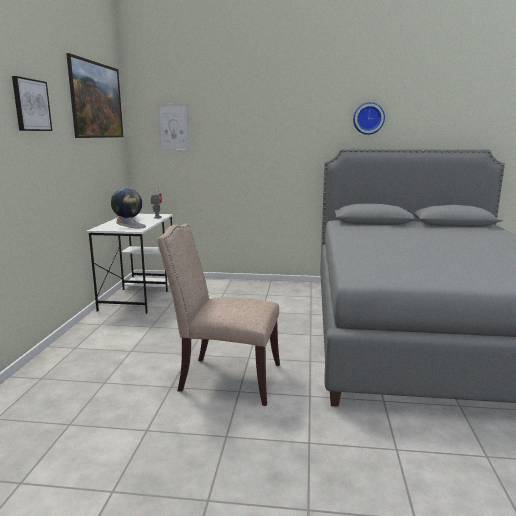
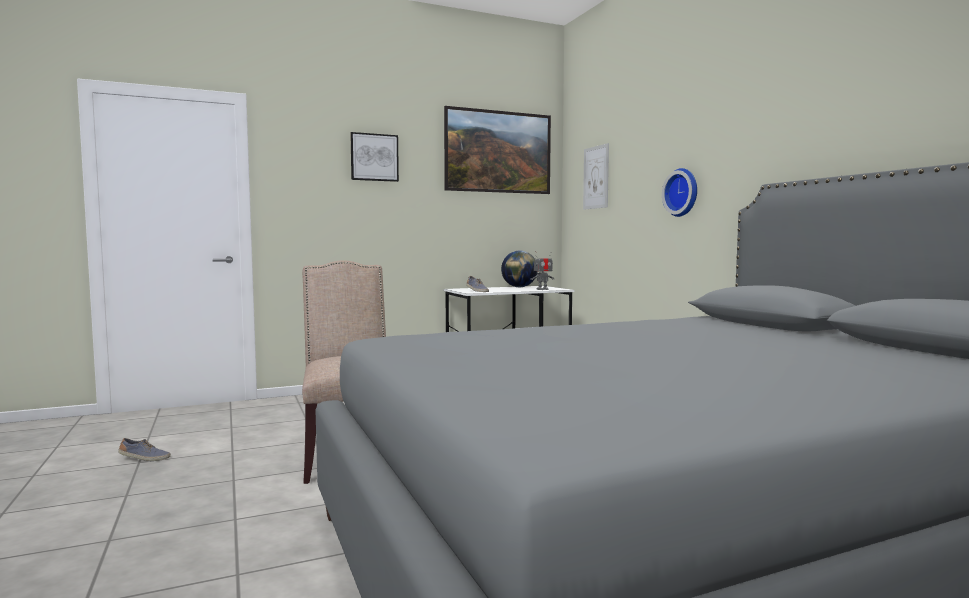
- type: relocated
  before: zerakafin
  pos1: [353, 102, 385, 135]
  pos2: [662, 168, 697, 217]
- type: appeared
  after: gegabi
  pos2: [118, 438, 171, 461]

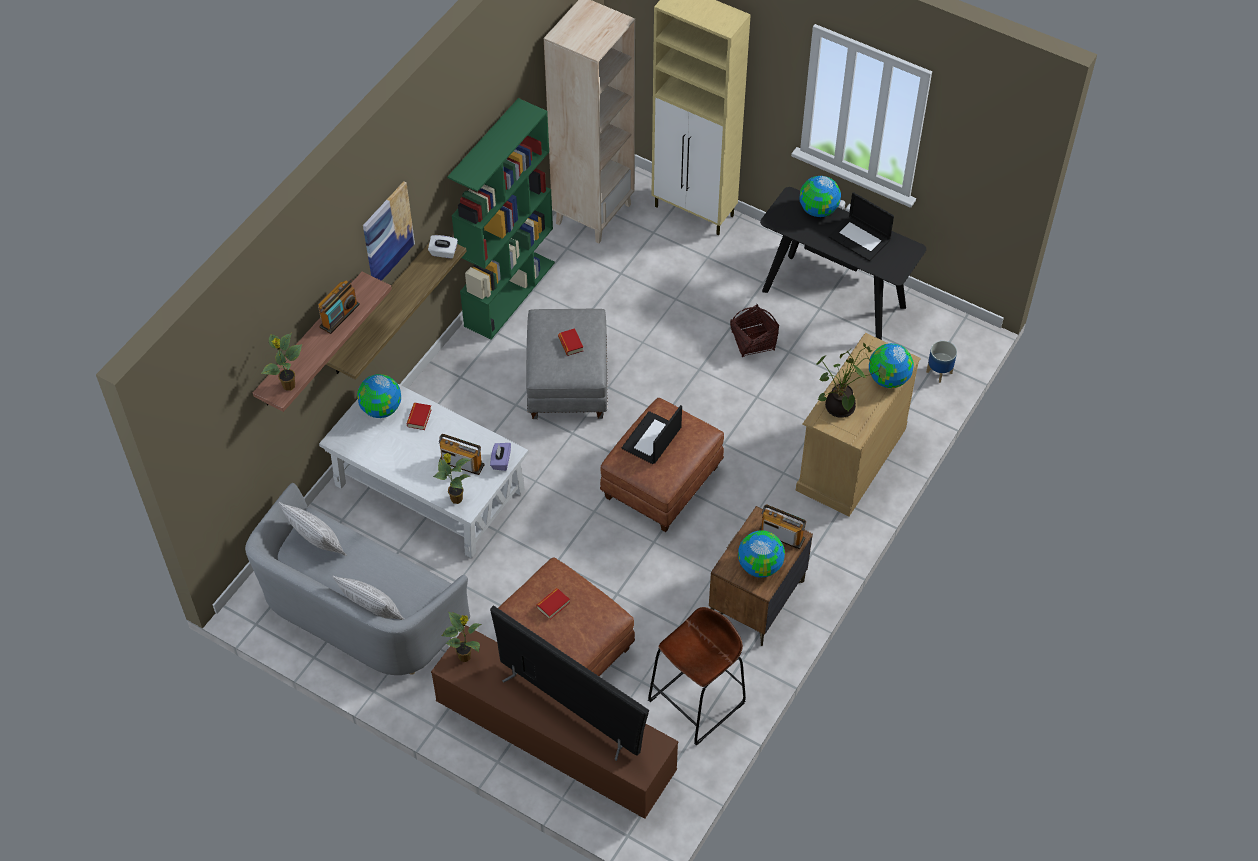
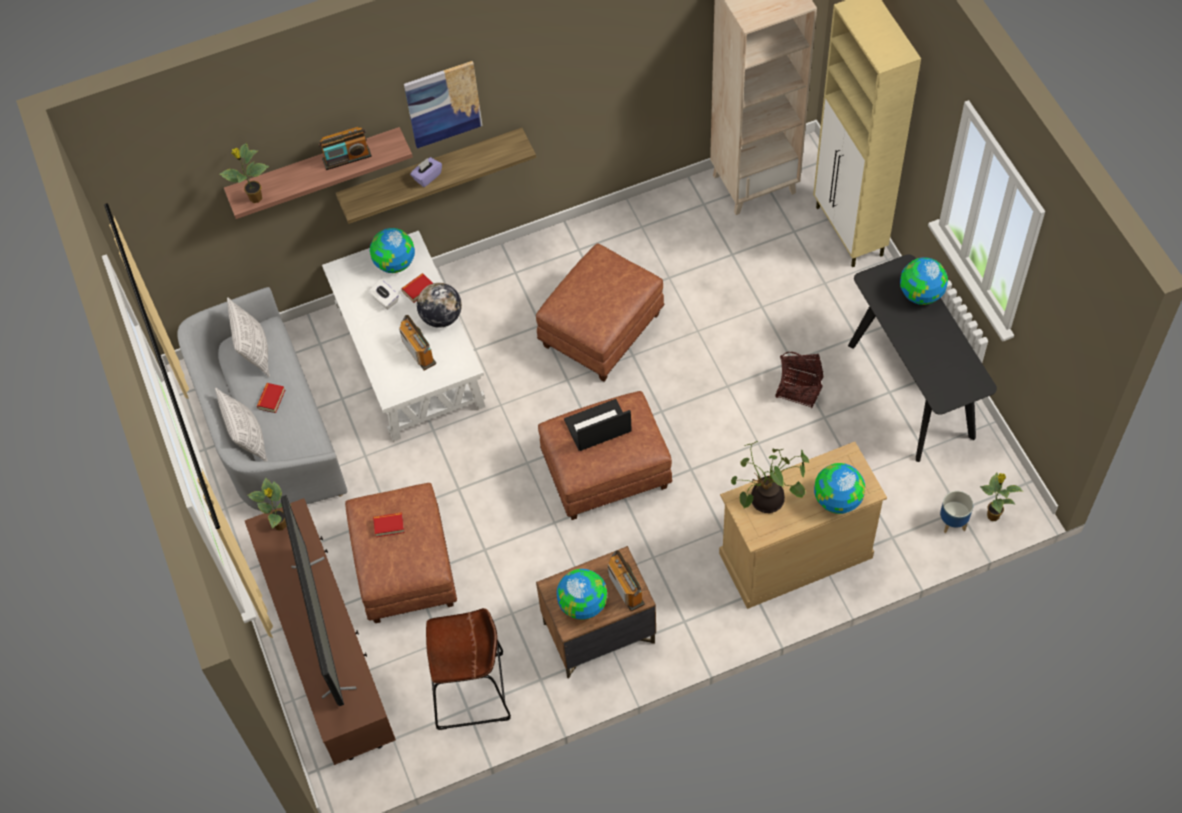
- type: missing
  before: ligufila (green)
  pos1: [447, 98, 555, 340]
- type: missing
  before: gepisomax
  pos1: [829, 192, 894, 261]
- type: relocated
  before: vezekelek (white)
  pos1: [428, 235, 458, 258]
  pos2: [369, 279, 399, 310]
- type: colour
  before: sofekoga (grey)
  after: sofekoga (brown)
  pos1: [526, 309, 607, 419]
  pos2: [536, 244, 664, 381]
- type: relocated
  before: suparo
  pos1: [558, 328, 583, 356]
  pos2: [257, 383, 285, 413]
- type: relocated
  before: vezekelek (purple)
  pos1: [490, 443, 511, 471]
  pos2: [410, 157, 442, 187]
- type: relocated
  before: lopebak
  pos1: [433, 453, 470, 504]
  pos2: [980, 473, 1024, 521]
- type: appeared
  after: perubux
  pos2: [417, 283, 462, 328]

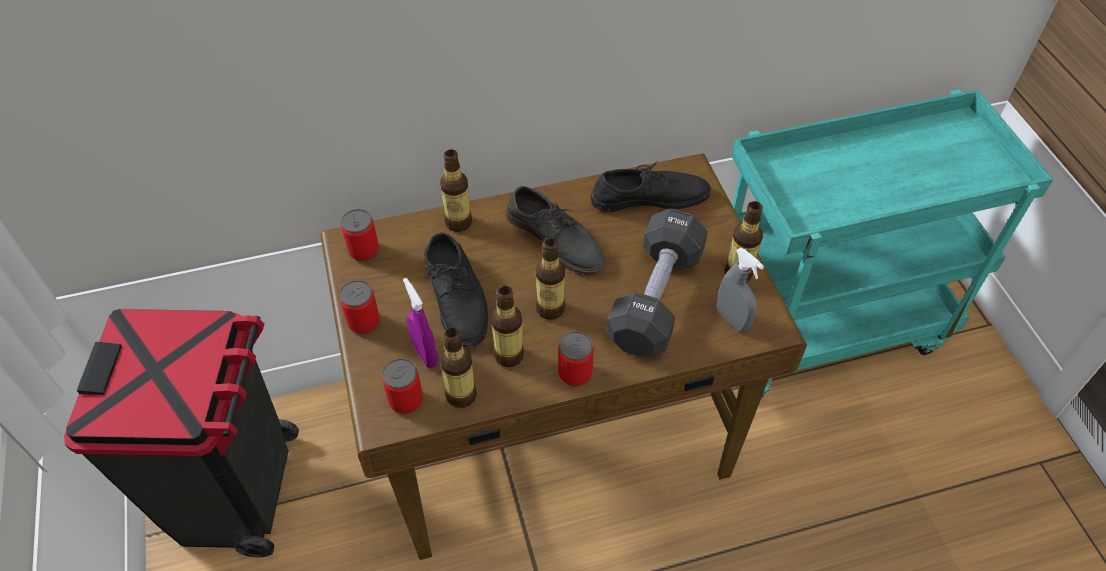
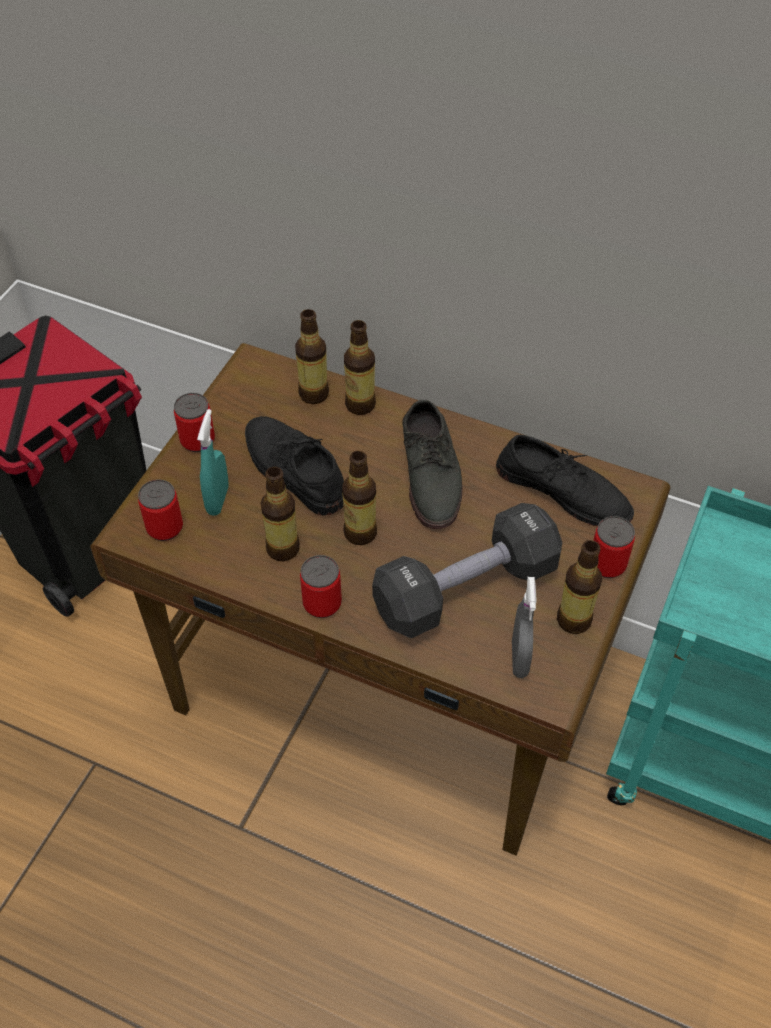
- type: relocated
  before: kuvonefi
  pos1: [341, 209, 379, 261]
  pos2: [593, 516, 635, 578]
- type: spun
  before: gegabi (black)
  pos1: [424, 233, 488, 348]
  pos2: [245, 416, 344, 516]
  turn: 120
- type: colour
  before: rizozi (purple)
  after: rizozi (turquoise)
  pos1: [403, 278, 438, 368]
  pos2: [197, 409, 229, 516]
- type: relocated
  before: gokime
  pos1: [440, 327, 477, 408]
  pos2: [295, 309, 329, 404]

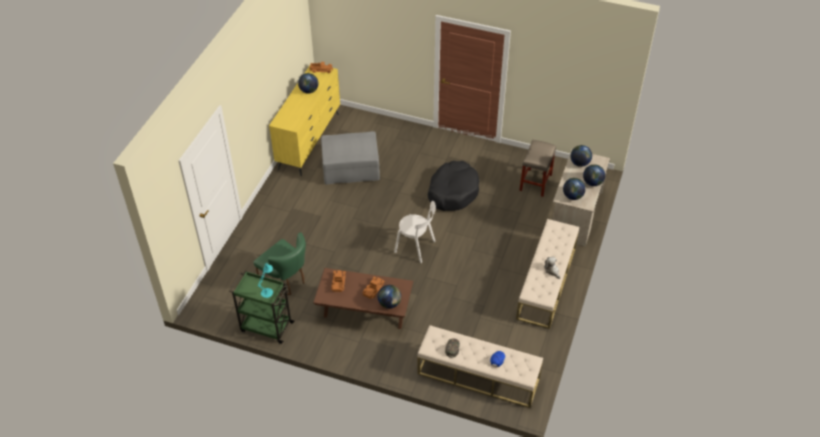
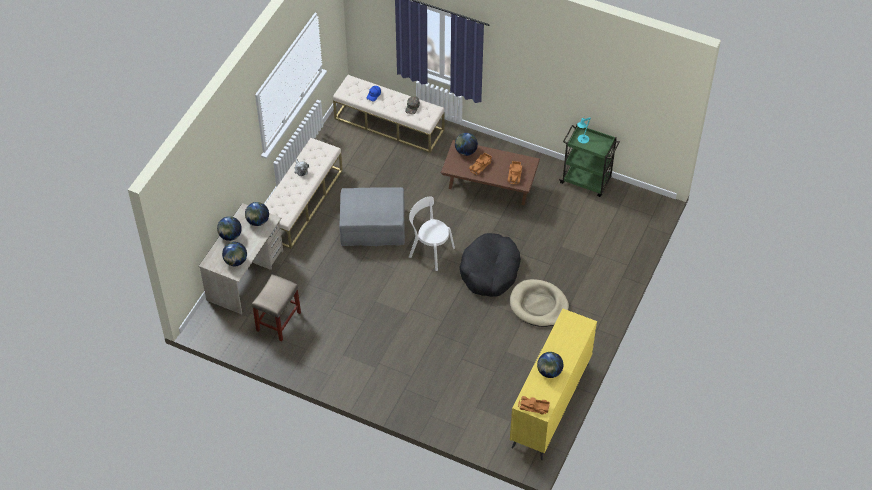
- type: relocated
  before: sofekoga (grey)
  pos1: [321, 131, 380, 185]
  pos2: [339, 187, 405, 246]
- type: relocated
  before: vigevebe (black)
  pos1: [428, 161, 480, 211]
  pos2: [460, 233, 521, 297]
- type: missing
  before: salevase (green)
  pos1: [254, 233, 306, 295]
- type: appeared
  after: vigevebe (beige)
  pos2: [510, 279, 569, 327]

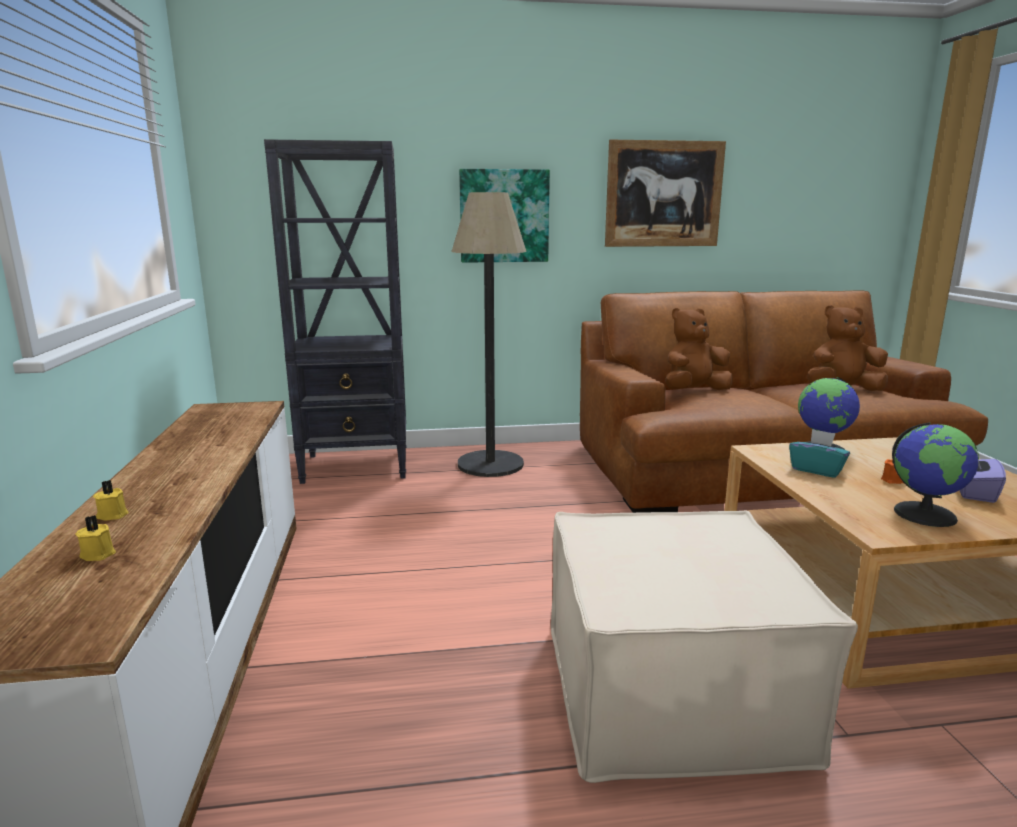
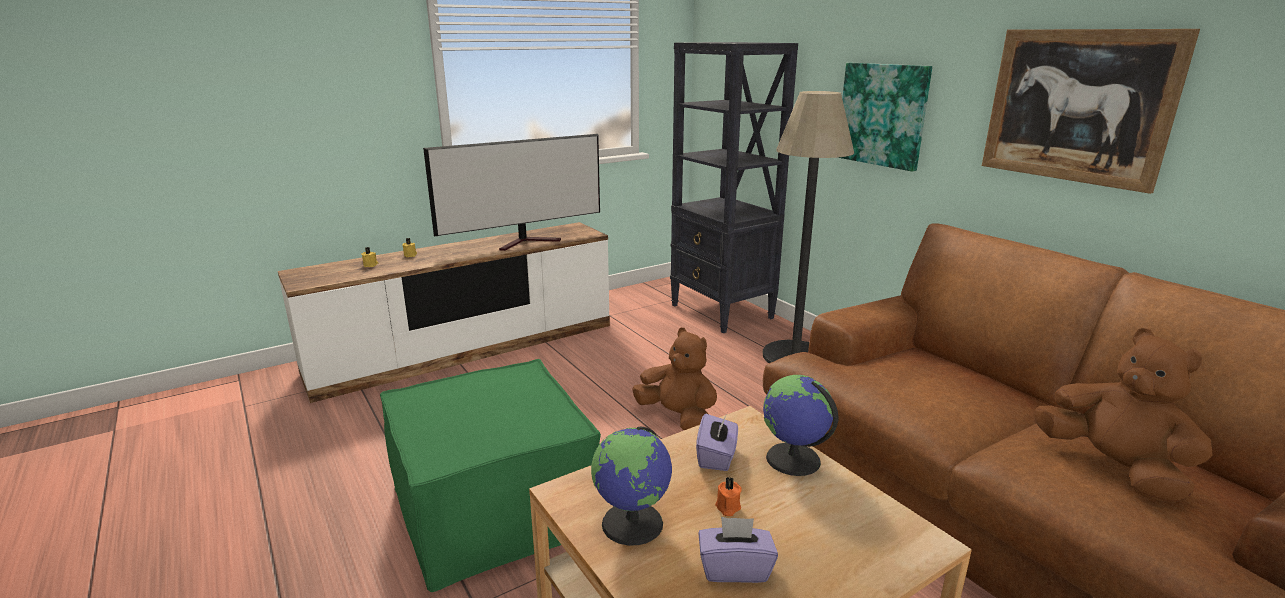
- type: relocated
  before: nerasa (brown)
  pos1: [665, 308, 733, 390]
  pos2: [632, 327, 717, 430]
- type: colour
  before: vezekelek (turquoise)
  after: vezekelek (purple)
  pos1: [789, 429, 850, 478]
  pos2: [696, 414, 738, 471]
- type: colour
  before: sofekoga (beige)
  after: sofekoga (green)
  pos1: [551, 511, 858, 783]
  pos2: [380, 359, 601, 592]
- type: appeared
  after: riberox
  pos2: [423, 134, 600, 251]

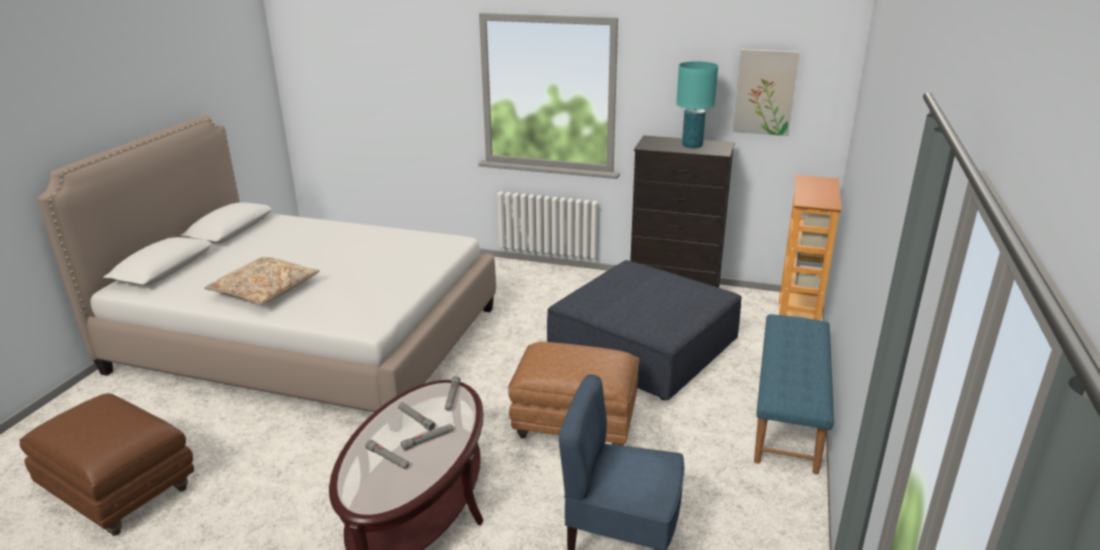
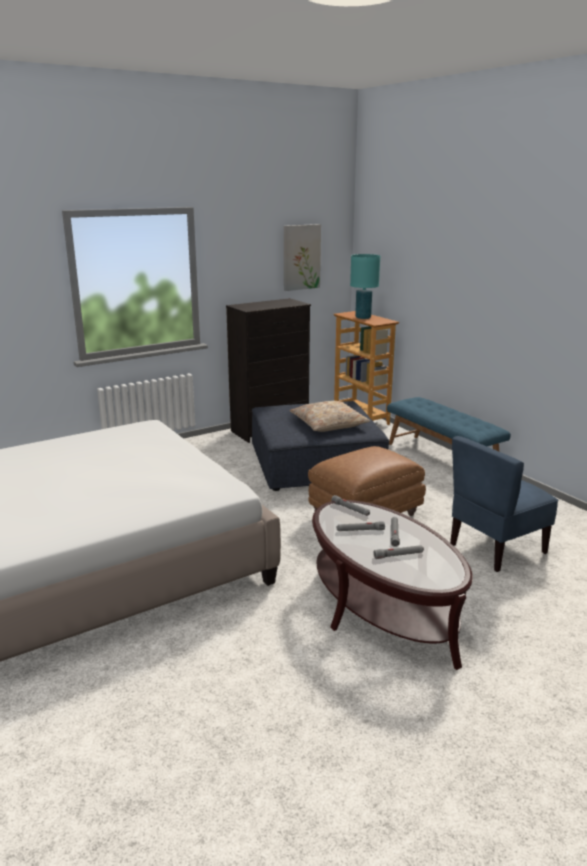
- type: relocated
  before: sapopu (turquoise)
  pos1: [677, 61, 718, 148]
  pos2: [350, 254, 380, 319]
- type: relocated
  before: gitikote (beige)
  pos1: [204, 257, 320, 305]
  pos2: [289, 401, 370, 432]
- type: missing
  before: sofekoga (brown)
  pos1: [19, 393, 194, 536]

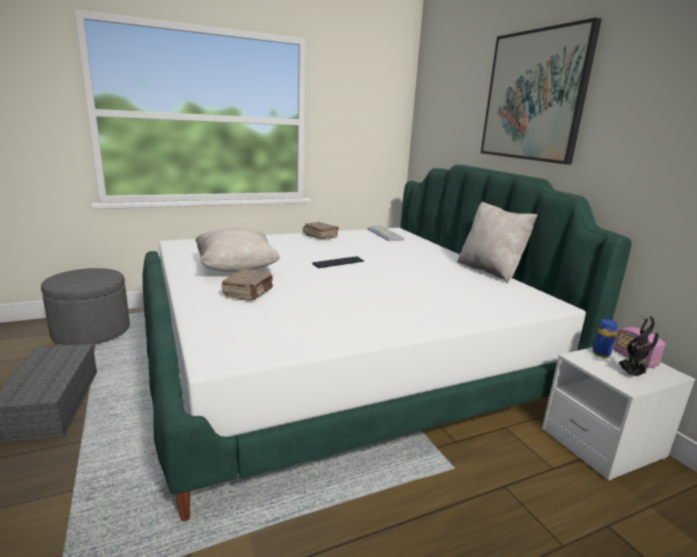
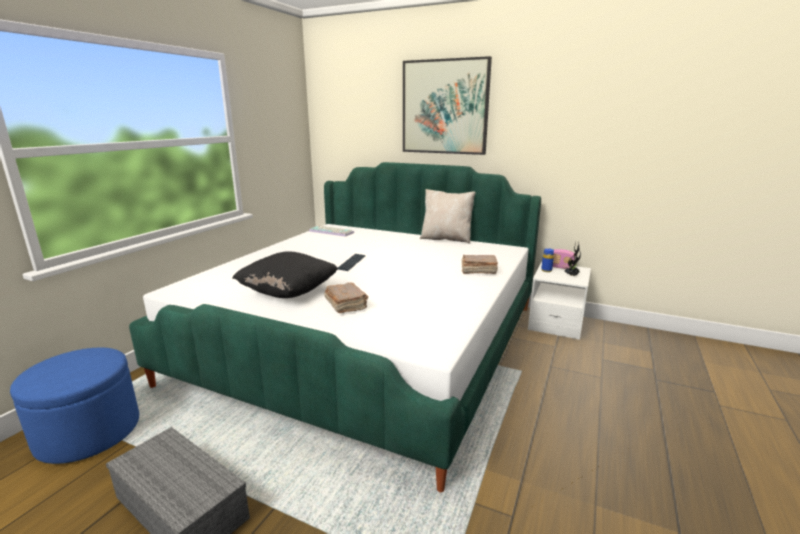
- type: relocated
  before: suparo (brown)
  pos1: [303, 222, 339, 240]
  pos2: [461, 255, 498, 274]
- type: colour
  before: gitikote (beige)
  after: gitikote (black)
  pos1: [195, 228, 280, 272]
  pos2: [232, 252, 338, 298]
- type: colour
  before: sofekoga (grey)
  after: sofekoga (blue)
  pos1: [41, 268, 130, 345]
  pos2: [10, 347, 139, 464]

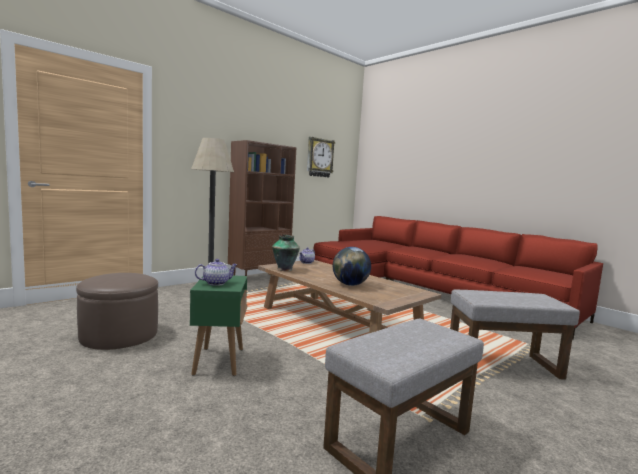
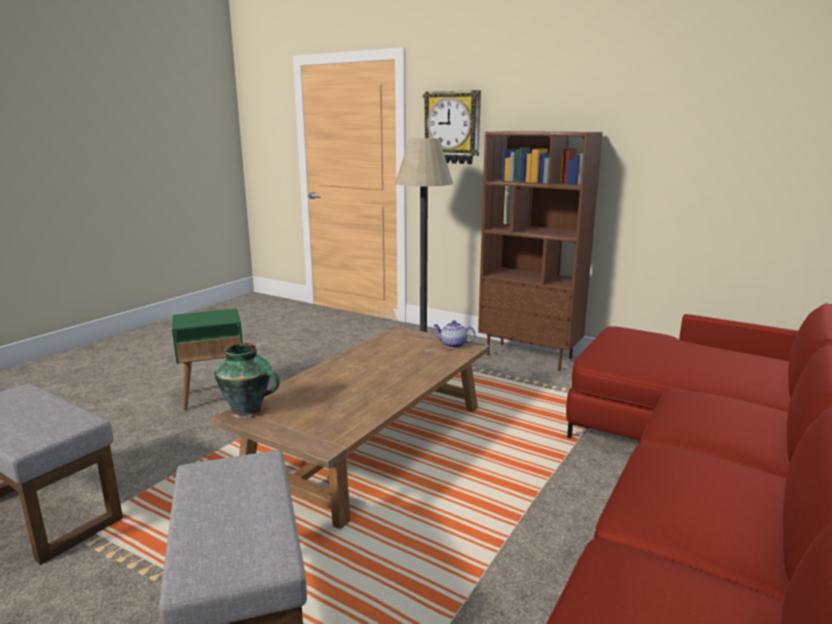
- type: relocated
  before: zerakafin
  pos1: [307, 137, 335, 177]
  pos2: [423, 90, 481, 164]
- type: relocated
  before: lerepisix
  pos1: [272, 235, 300, 271]
  pos2: [214, 343, 280, 418]
- type: missing
  before: perubux
  pos1: [333, 247, 371, 286]
- type: missing
  before: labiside
  pos1: [195, 259, 238, 286]
- type: missing
  before: sofekoga (brown)
  pos1: [76, 273, 158, 350]

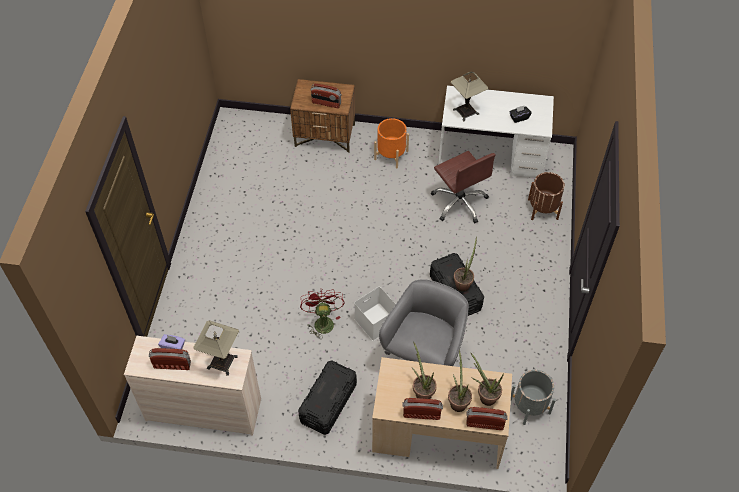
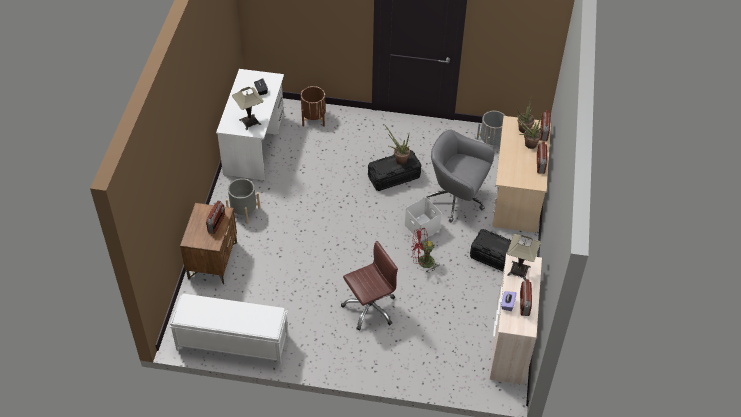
- type: colour
  before: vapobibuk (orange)
  after: vapobibuk (grey)
  pos1: [374, 118, 409, 168]
  pos2: [226, 178, 260, 224]
- type: relocated
  before: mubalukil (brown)
  pos1: [431, 151, 496, 223]
  pos2: [341, 241, 398, 331]
- type: missing
  before: lopebak
  pos1: [412, 343, 437, 399]
- type: appeared
  after: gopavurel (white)
  pos2: [170, 294, 289, 366]

